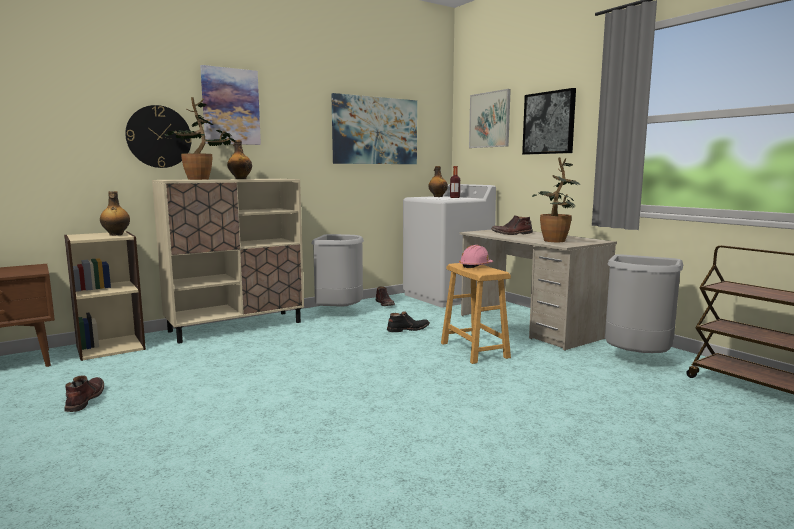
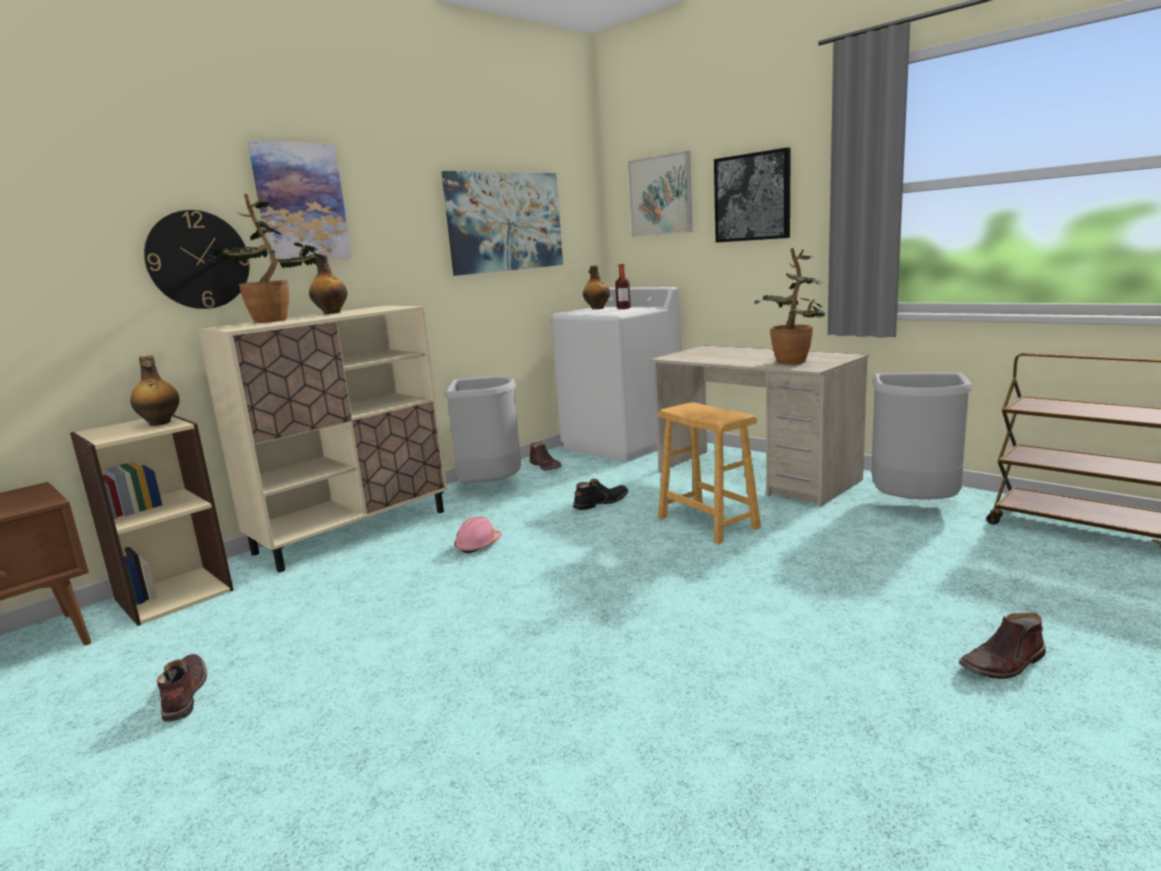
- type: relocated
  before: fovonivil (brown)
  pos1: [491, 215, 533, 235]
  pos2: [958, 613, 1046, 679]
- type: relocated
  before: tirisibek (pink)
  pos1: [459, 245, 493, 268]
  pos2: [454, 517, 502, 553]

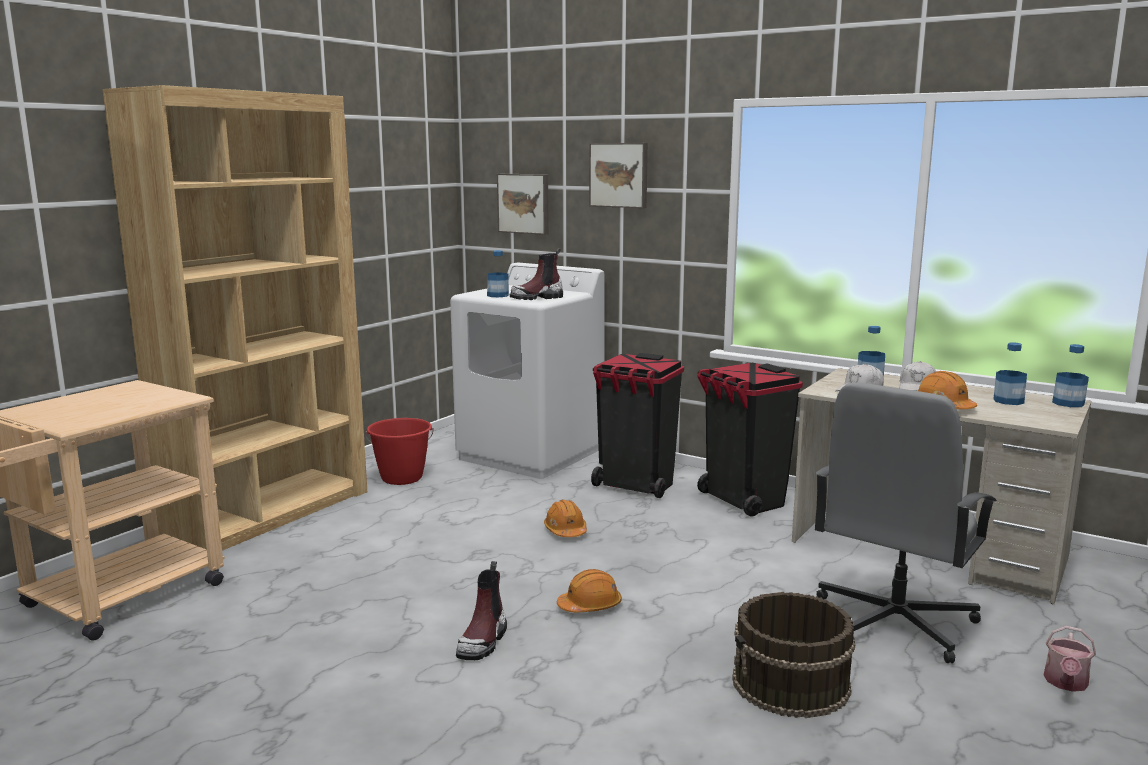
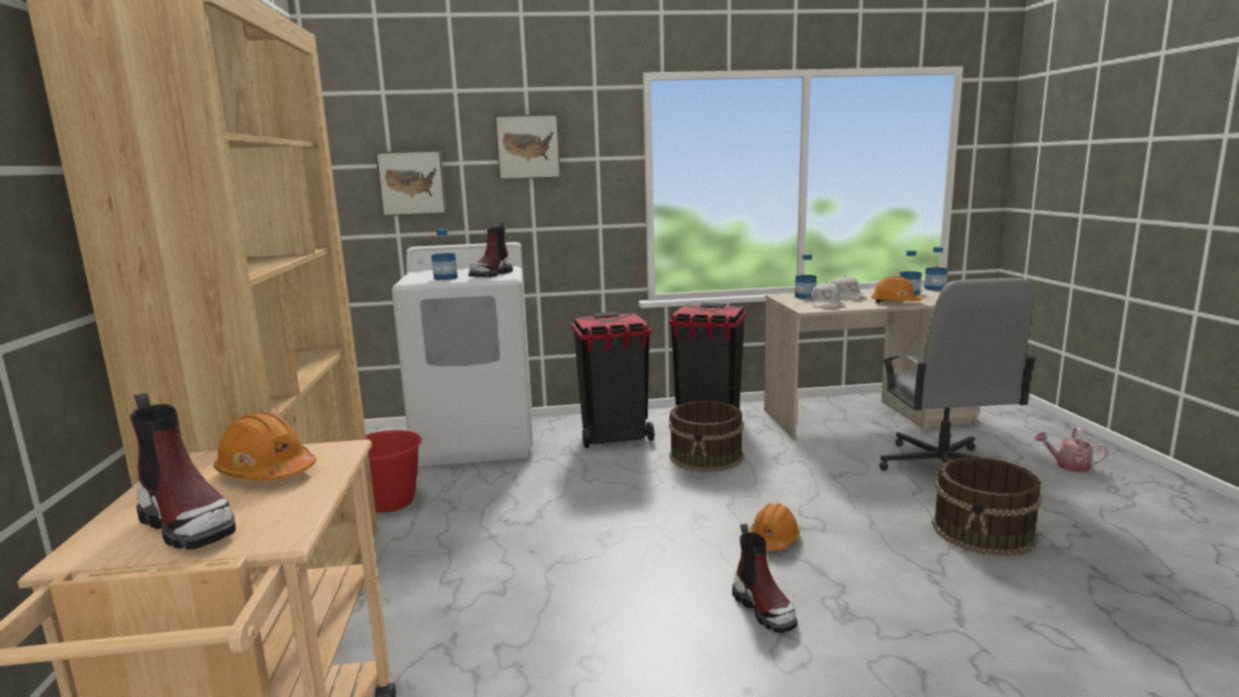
- type: relocated
  before: tirisibek (orange)
  pos1: [544, 500, 587, 537]
  pos2: [214, 413, 316, 481]
- type: spun
  before: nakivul
  pos1: [1044, 626, 1096, 692]
  pos2: [1034, 427, 1108, 472]
  turn: 120
- type: appeared
  after: fovonivil
  pos2: [129, 393, 236, 550]
- type: appeared
  after: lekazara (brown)
  pos2: [669, 401, 744, 472]

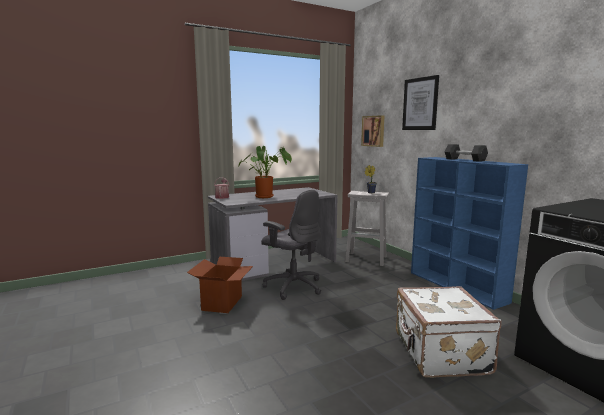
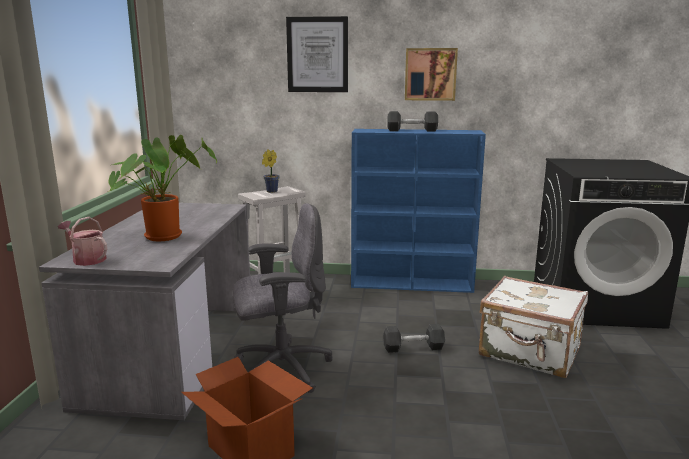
- type: relocated
  before: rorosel
  pos1: [361, 115, 384, 147]
  pos2: [405, 48, 458, 101]
- type: appeared
  after: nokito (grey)
  pos2: [383, 324, 445, 353]

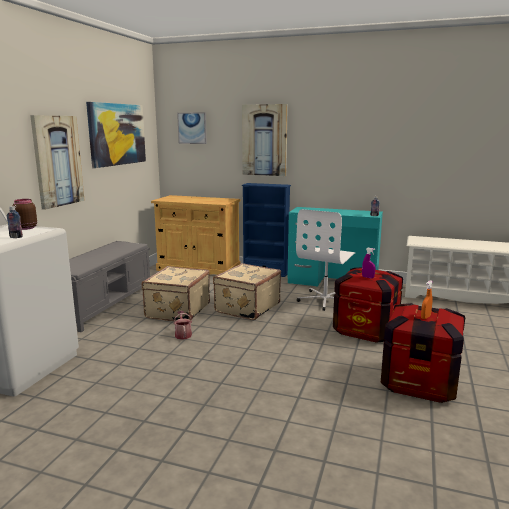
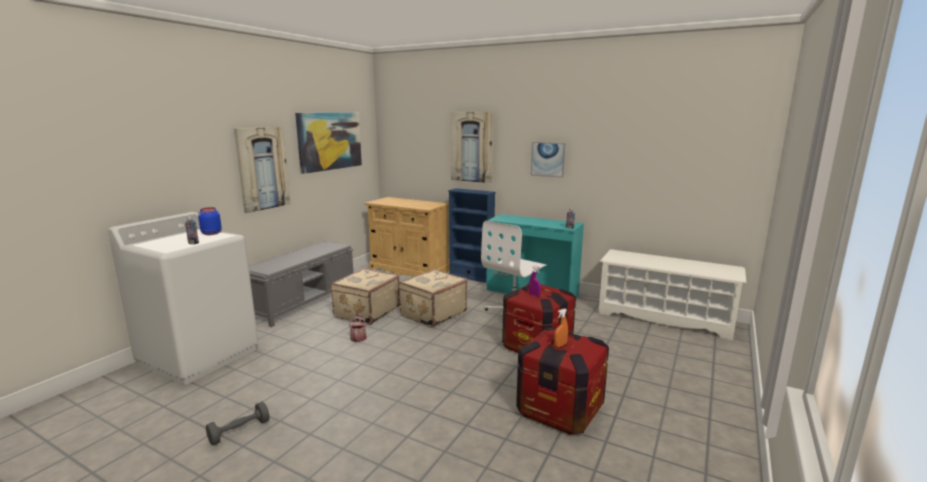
- type: relocated
  before: rorosel
  pos1: [177, 113, 207, 144]
  pos2: [531, 142, 565, 178]
- type: colour
  before: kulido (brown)
  after: kulido (blue)
  pos1: [13, 199, 37, 230]
  pos2: [198, 207, 222, 235]
- type: appeared
  after: nokito (grey)
  pos2: [206, 402, 269, 445]

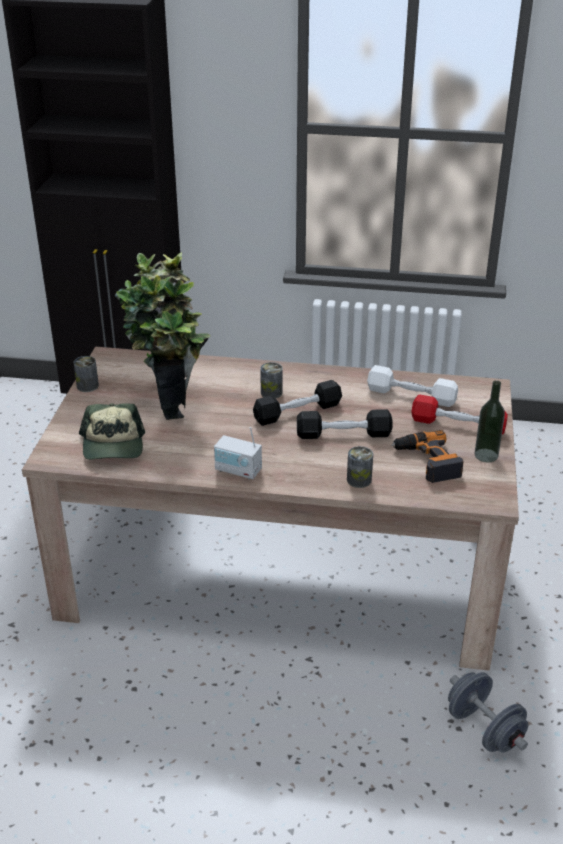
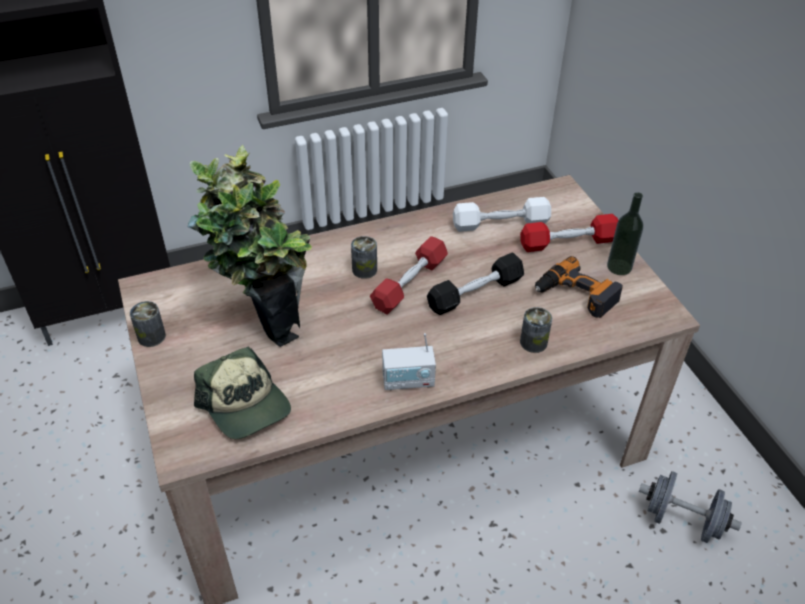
- type: colour
  before: nokito (black)
  after: nokito (red)
  pos1: [253, 380, 342, 426]
  pos2: [370, 236, 448, 315]

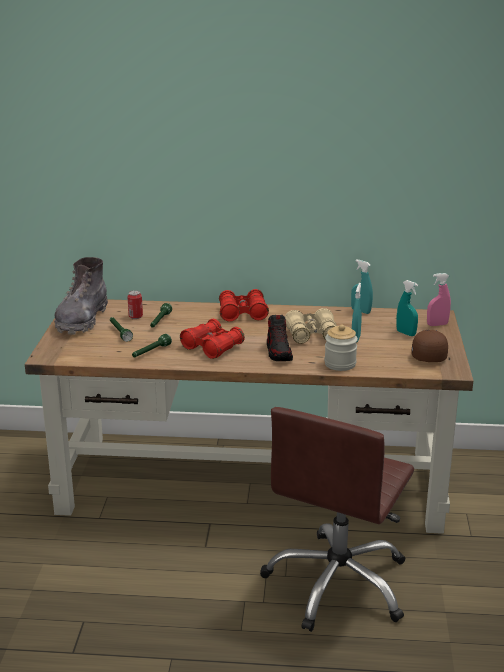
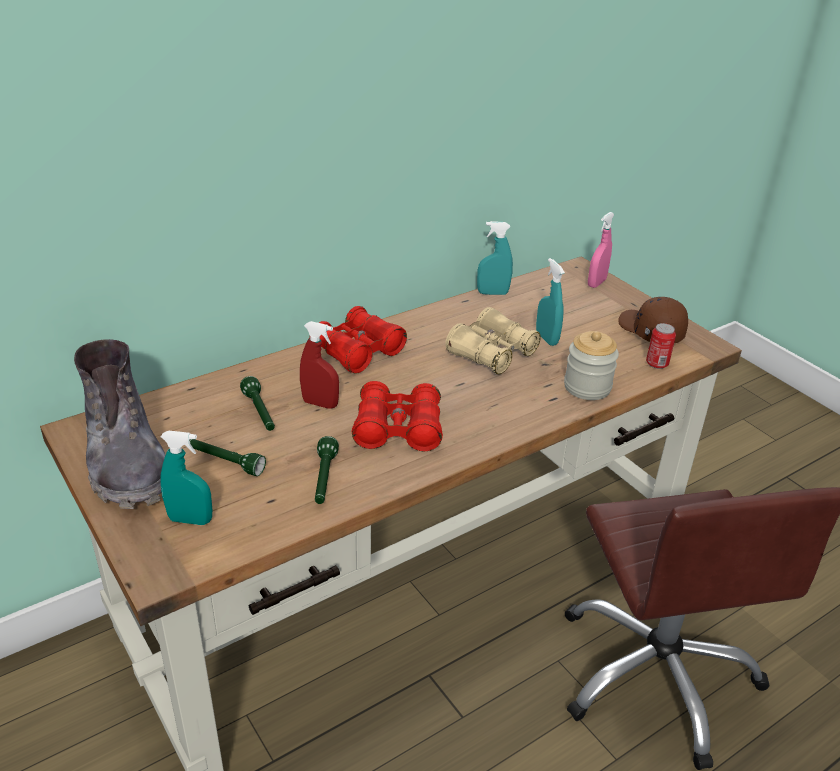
- type: relocated
  before: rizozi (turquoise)
  pos1: [396, 280, 418, 336]
  pos2: [160, 431, 212, 525]
- type: relocated
  before: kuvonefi
  pos1: [127, 290, 143, 319]
  pos2: [646, 323, 676, 369]
- type: missing
  before: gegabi
  pos1: [267, 315, 293, 361]
- type: appeared
  after: rizozi (red)
  pos2: [300, 321, 339, 409]

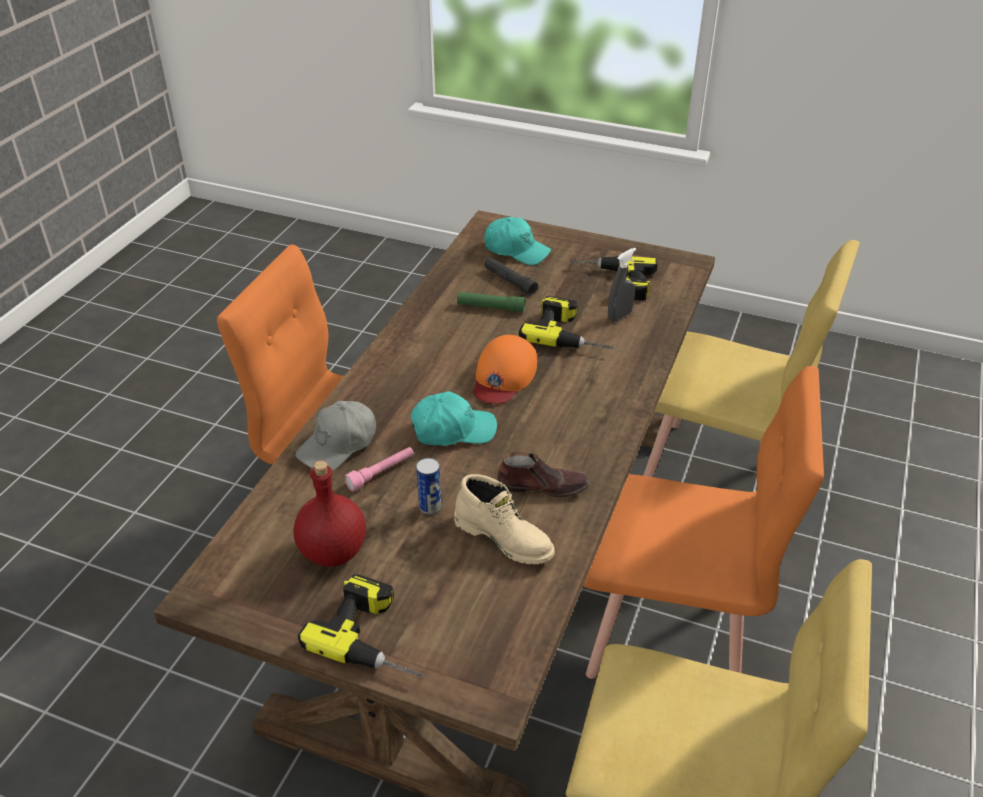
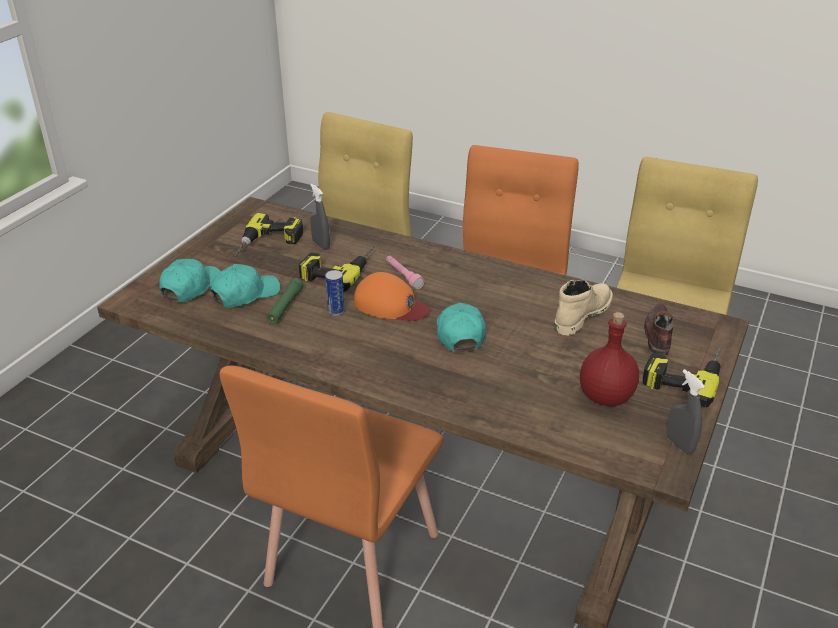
- type: exchanged
  before: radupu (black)
  after: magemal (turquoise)
  pos1: [484, 257, 538, 296]
  pos2: [211, 264, 280, 308]
- type: missing
  before: magemal (grey)
  pos1: [296, 401, 376, 470]
- type: relocated
  before: radupu (pink)
  pos1: [344, 447, 414, 491]
  pos2: [386, 256, 424, 289]
- type: relocated
  before: gegabi (brown)
  pos1: [497, 451, 591, 497]
  pos2: [644, 303, 674, 355]
- type: relocated
  before: kuvonefi
  pos1: [416, 458, 441, 514]
  pos2: [325, 270, 345, 316]
- type: appeared
  after: rizozi (grey)
  pos2: [666, 369, 705, 454]

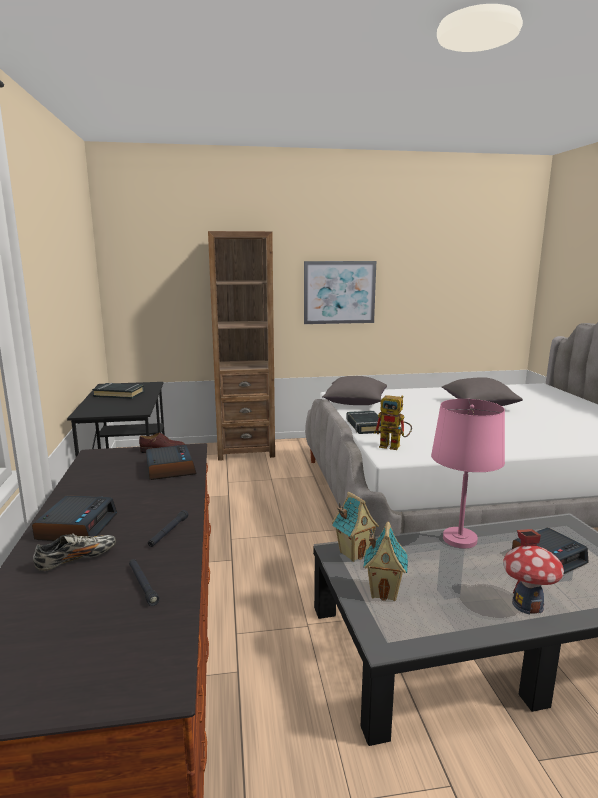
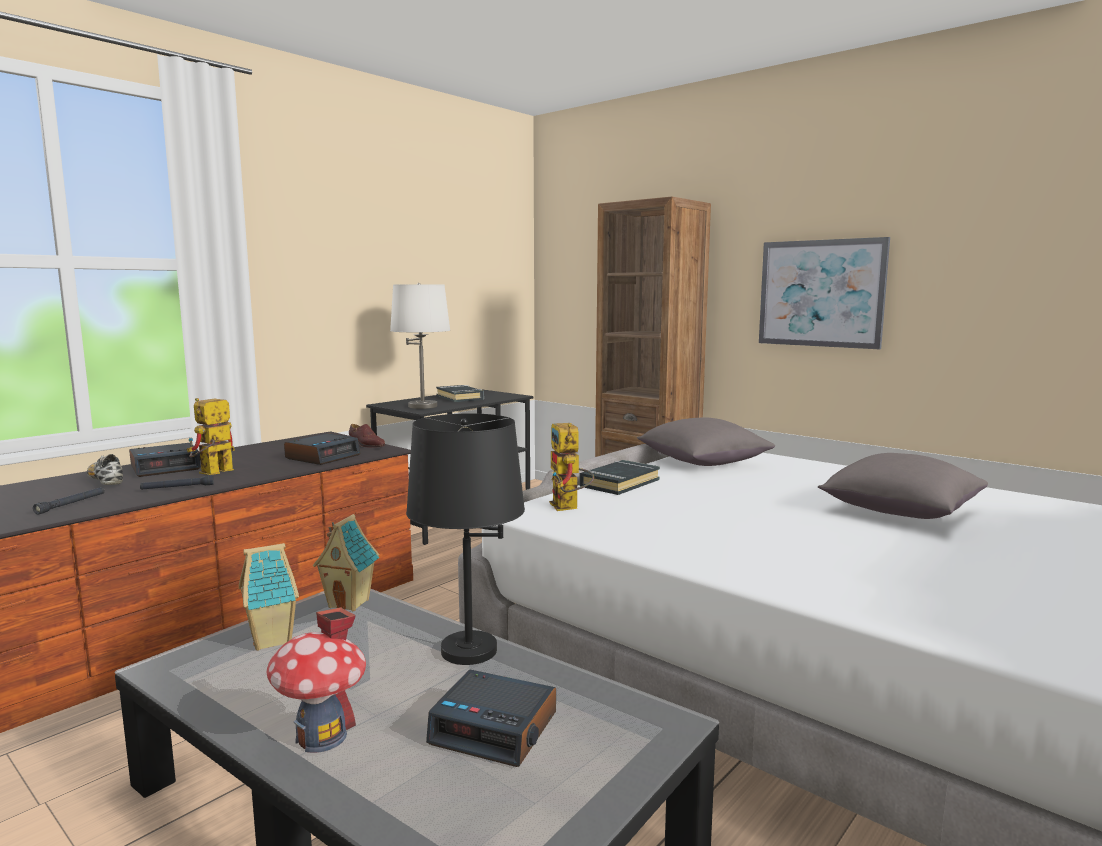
- type: colour
  before: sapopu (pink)
  after: sapopu (black)
  pos1: [431, 399, 505, 548]
  pos2: [406, 413, 525, 665]
- type: spun
  before: gegabi
  pos1: [33, 533, 116, 571]
  pos2: [87, 454, 123, 485]
  turn: -150
- type: appeared
  after: sapopu (white)
  pos2: [390, 283, 450, 409]
- type: appeared
  after: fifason
  pos2: [187, 398, 235, 475]

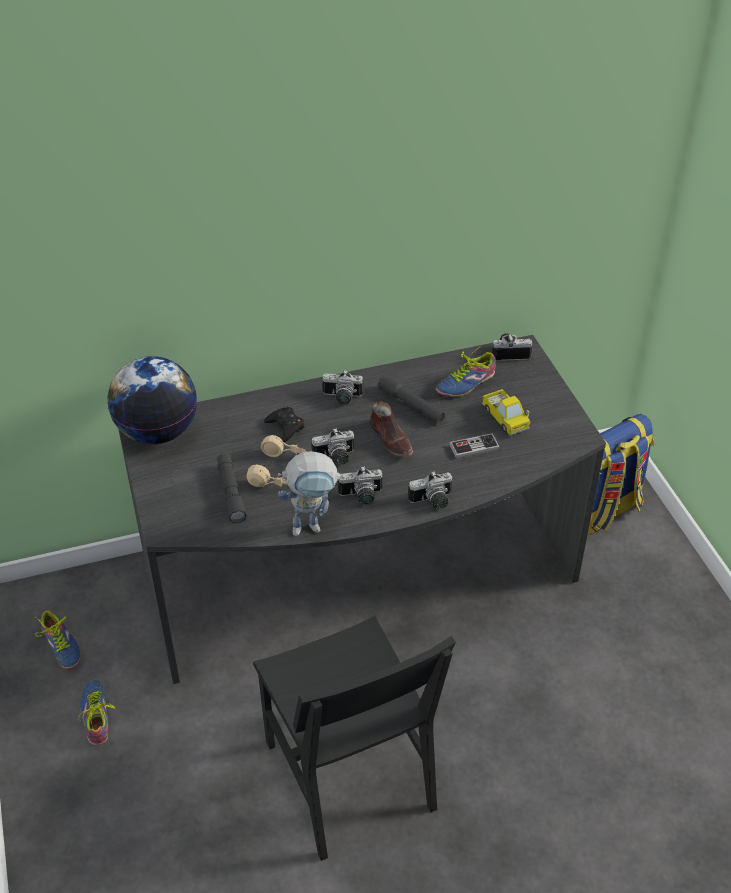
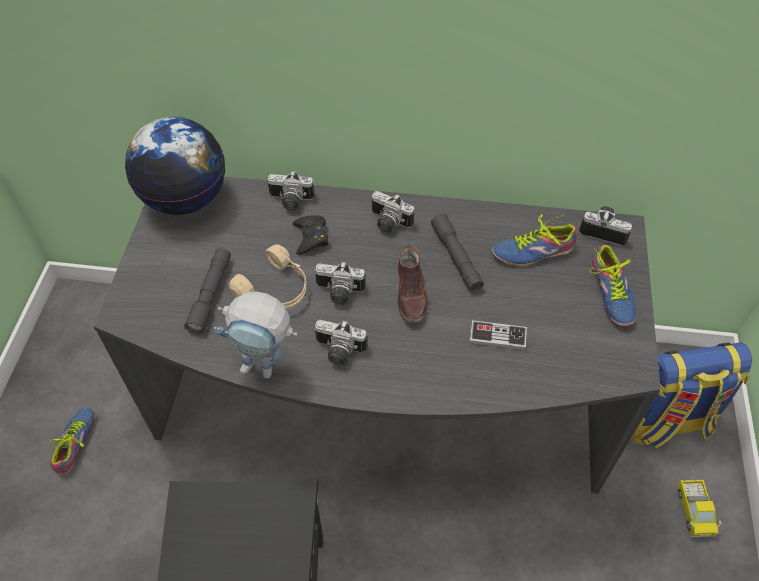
- type: relocated
  before: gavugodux
  pos1: [482, 389, 530, 436]
  pos2: [677, 480, 721, 537]
- type: relocated
  before: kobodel
  pos1: [408, 471, 452, 509]
  pos2: [267, 171, 315, 211]
- type: relocated
  before: gegabi
  pos1: [35, 610, 81, 670]
  pos2: [589, 245, 636, 327]

